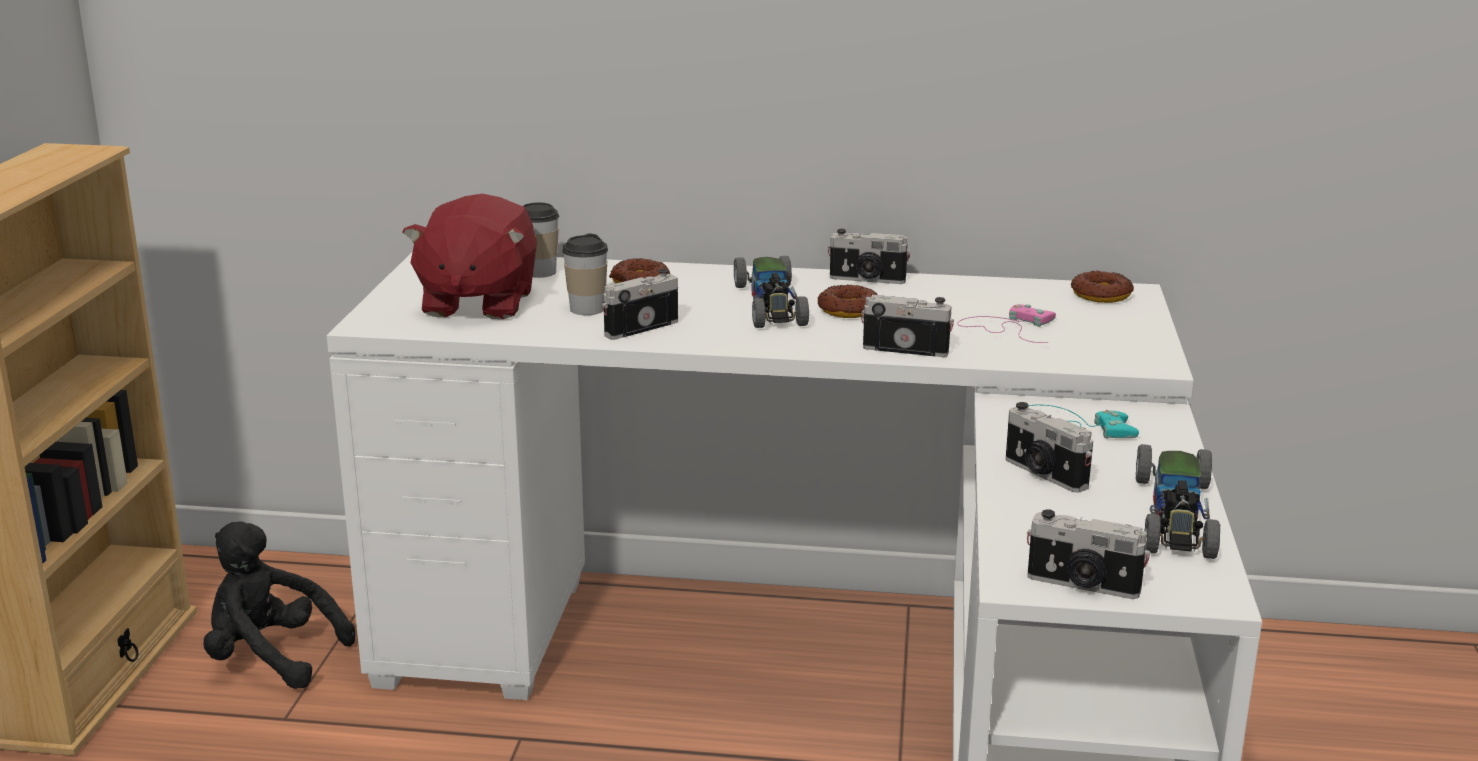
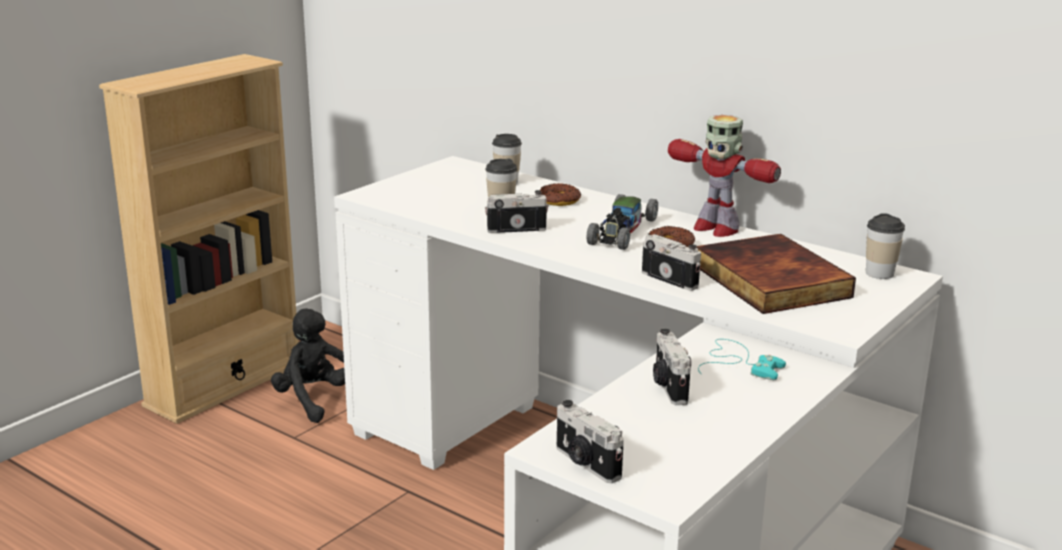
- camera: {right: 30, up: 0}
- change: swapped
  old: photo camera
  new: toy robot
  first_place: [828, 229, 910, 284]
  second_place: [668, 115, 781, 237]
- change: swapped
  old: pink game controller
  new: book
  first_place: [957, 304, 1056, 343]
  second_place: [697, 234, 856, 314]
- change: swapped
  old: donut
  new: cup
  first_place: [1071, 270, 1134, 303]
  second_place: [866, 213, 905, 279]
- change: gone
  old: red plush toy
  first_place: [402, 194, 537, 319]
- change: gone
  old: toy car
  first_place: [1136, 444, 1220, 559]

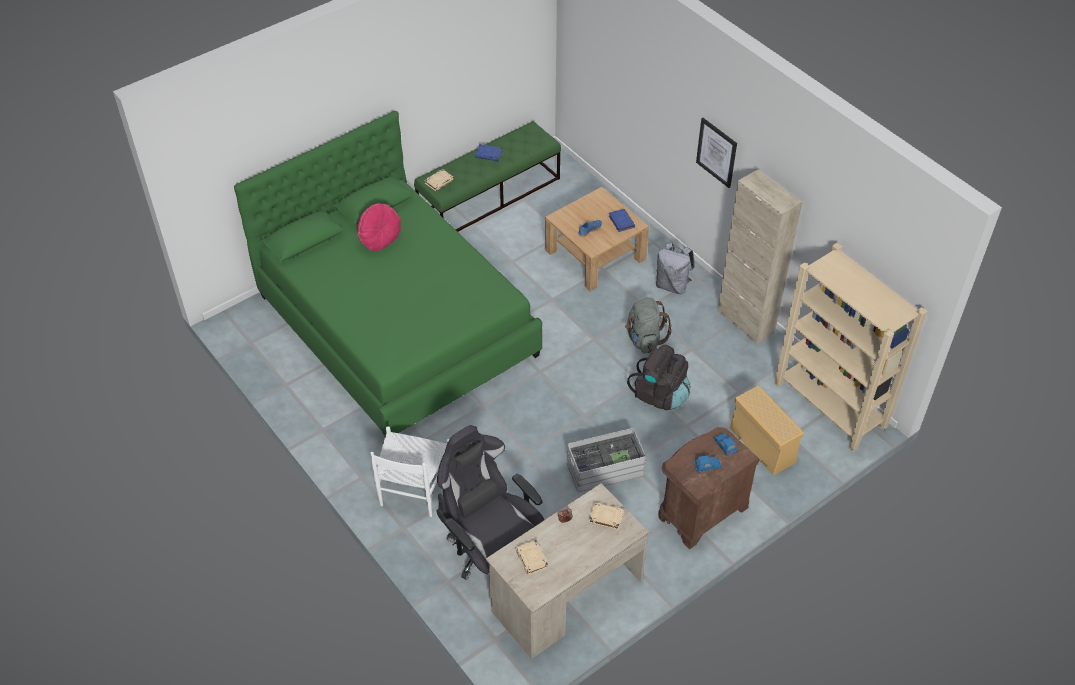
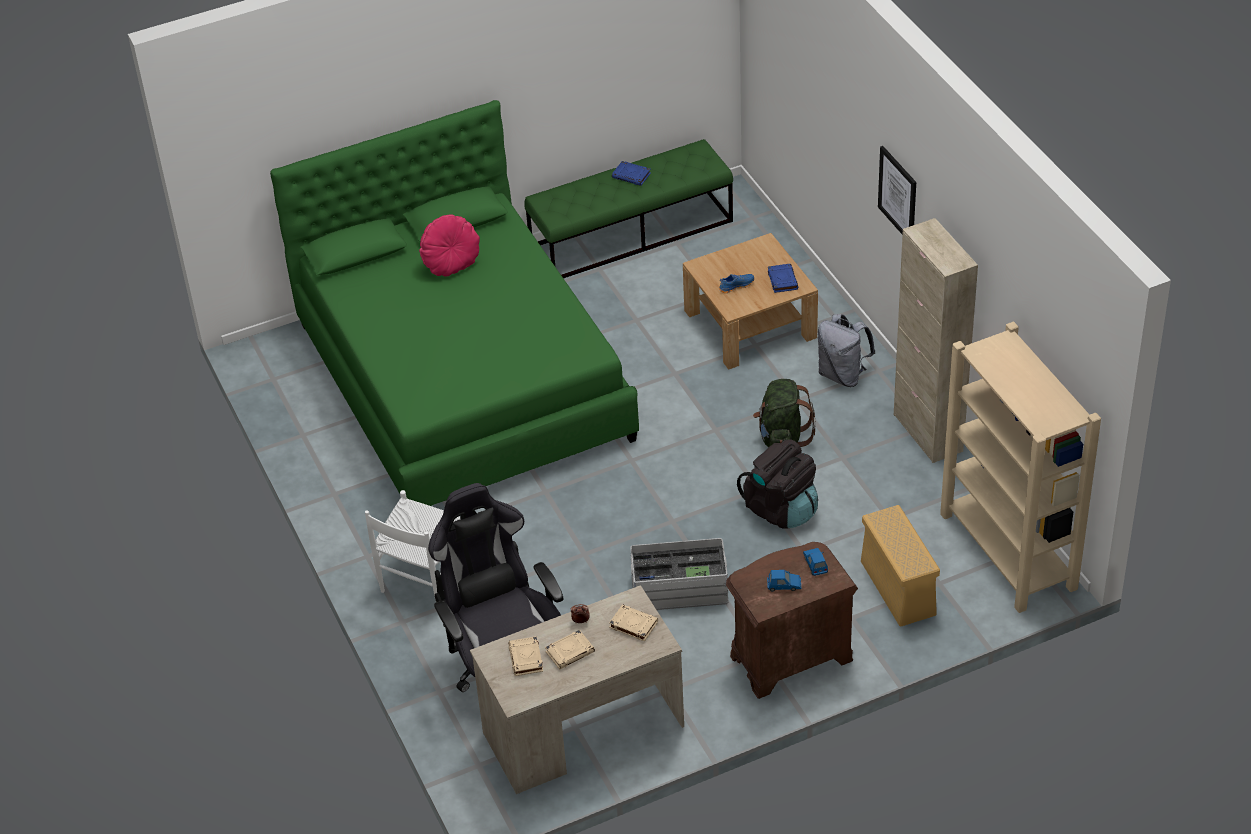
- camera: {right: 15, up: -5}
- change: shifted
  old: beige book
  first_place: [424, 169, 454, 191]
  second_place: [545, 630, 595, 669]
- change: repainted
  old: grey backpack
  new: green backpack
  first_place: [625, 297, 672, 354]
  second_place: [753, 379, 816, 447]

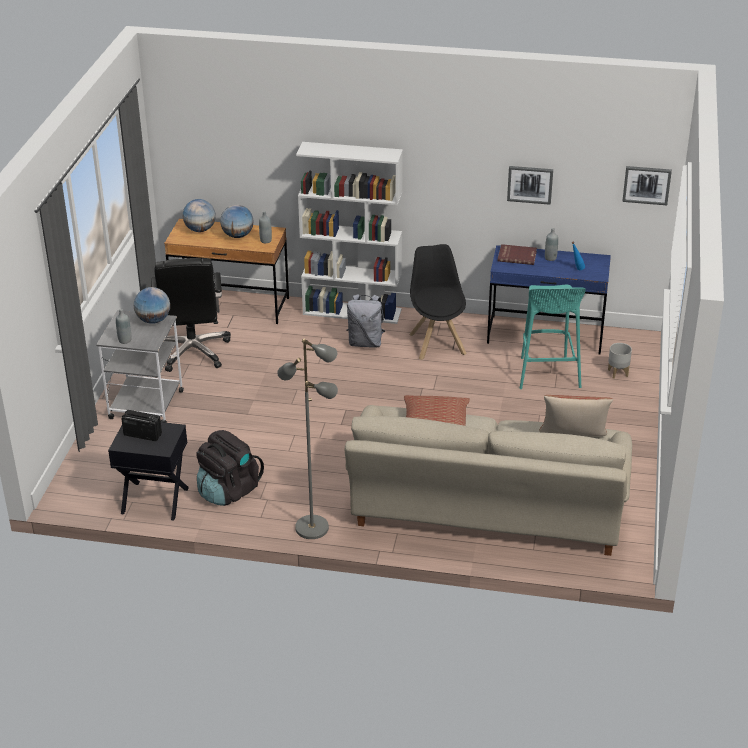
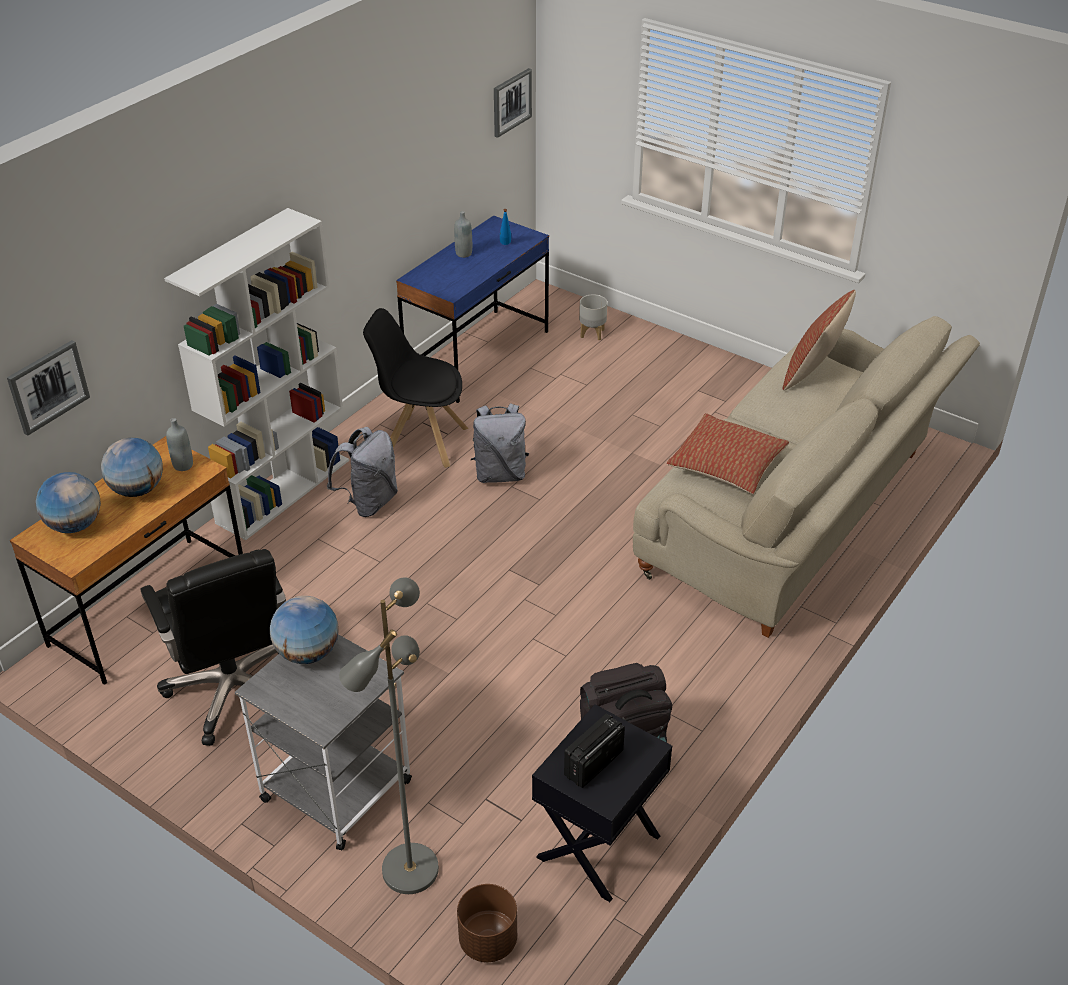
- camera: {right: -65, up: 5}
- change: shifted
  old: picture
  first_place: [507, 166, 553, 205]
  second_place: [7, 340, 90, 436]
- change: rotated
  old: black office chair
  first_place: [151, 258, 231, 372]
  second_place: [140, 549, 286, 746]
  degrees: 45
- change: shifted
  old: grey floor lamp
  first_place: [277, 339, 338, 539]
  second_place: [339, 577, 439, 894]
- change: new
  new: brown planter
  second_place: [457, 884, 517, 962]
- change: new
  new: grey backpack
  second_place: [471, 403, 529, 483]
- change: gone
  old: grey bottle
  first_place: [116, 309, 131, 344]
- change: gone
  old: red book
  first_place: [498, 244, 537, 265]
- change: gone
  old: turquoise stool
  first_place: [519, 285, 586, 389]

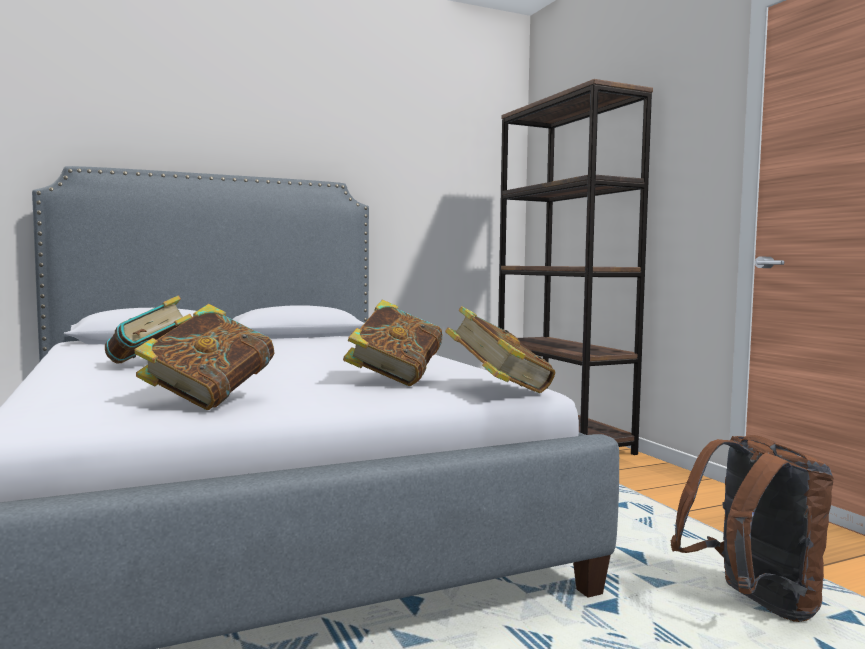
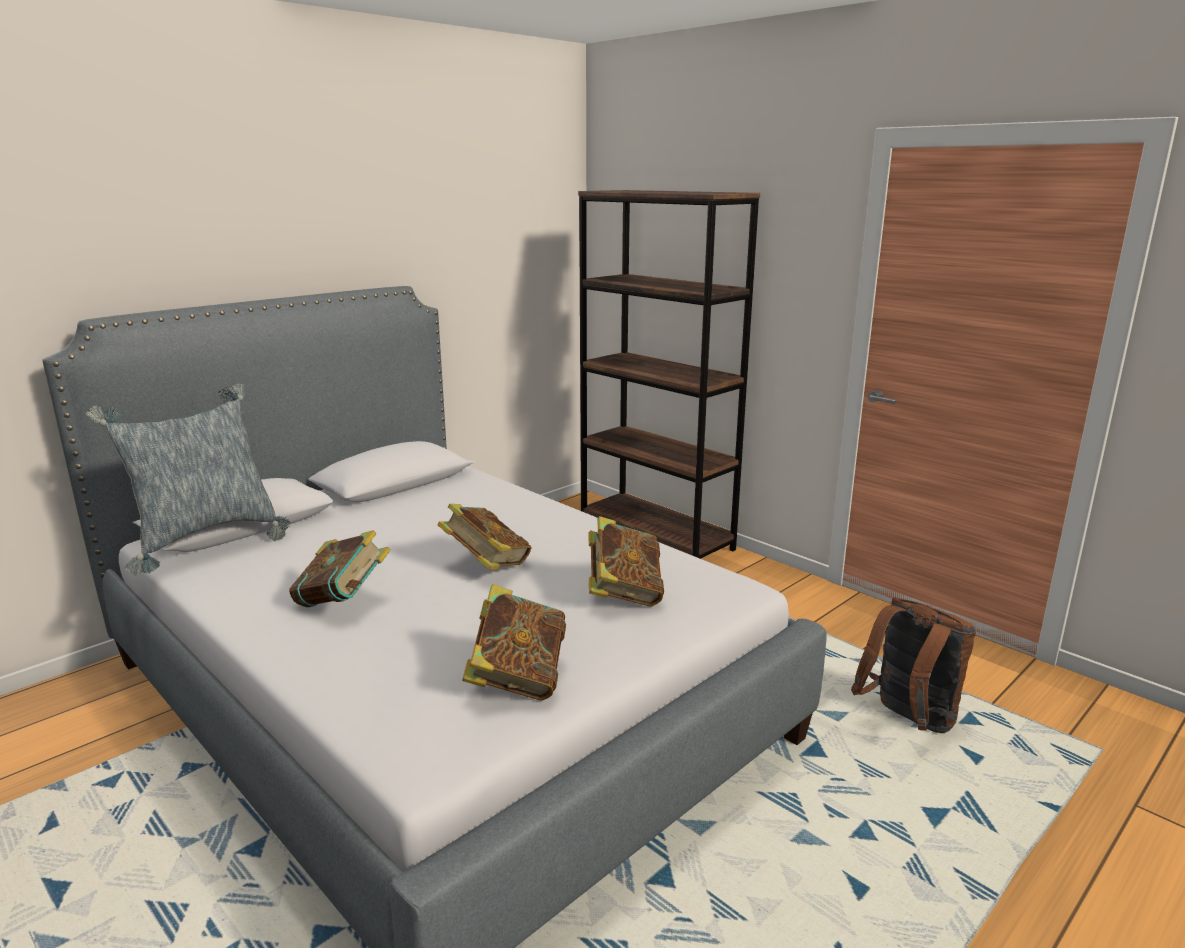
- camera: {right: -20, up: 15}
- change: new
  new: pillow
  second_place: [86, 384, 291, 576]
- change: shifted
  old: book
  first_place: [445, 306, 555, 393]
  second_place: [437, 504, 532, 570]

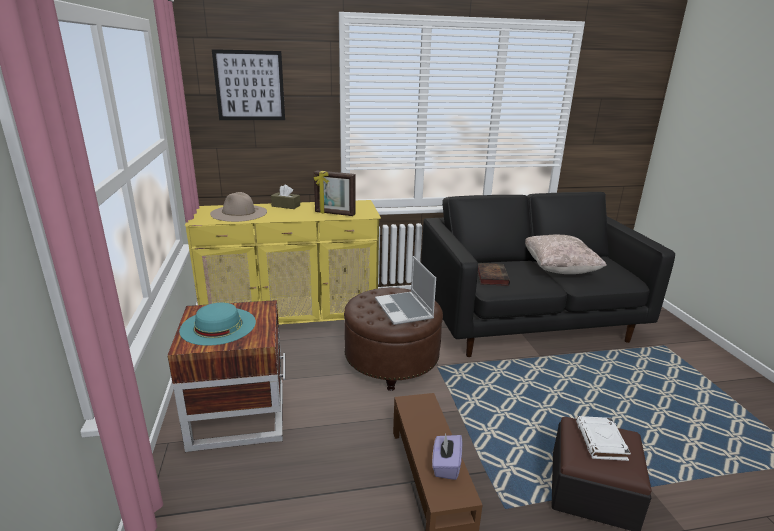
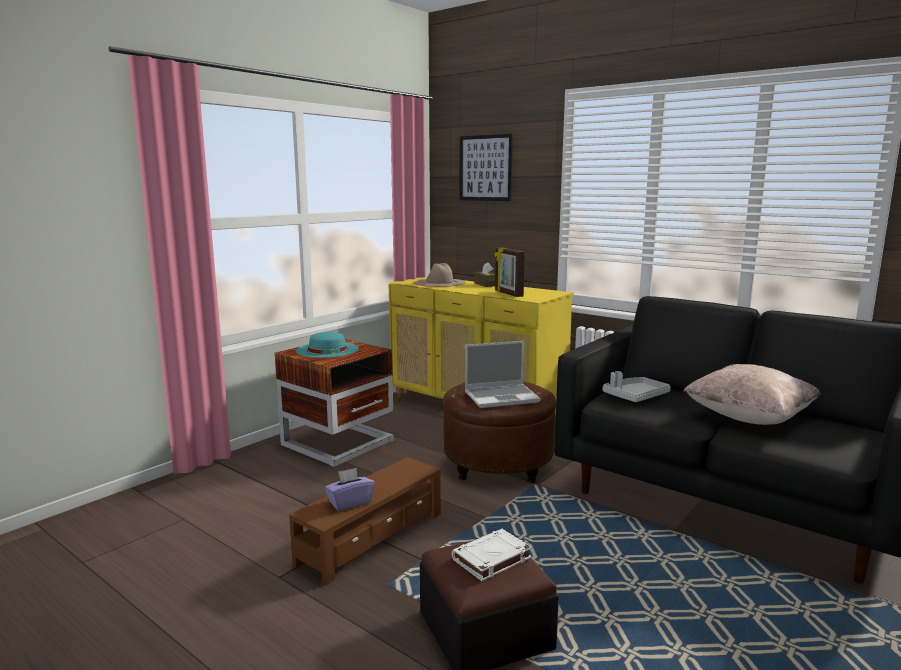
- camera: {right: 50, up: -10}
- change: rotated
  old: laptop
  first_place: [375, 256, 436, 325]
  second_place: [465, 341, 541, 408]
  degrees: -135
- change: swapped
  old: book
  new: grey tray
  first_place: [478, 263, 510, 286]
  second_place: [603, 371, 671, 402]

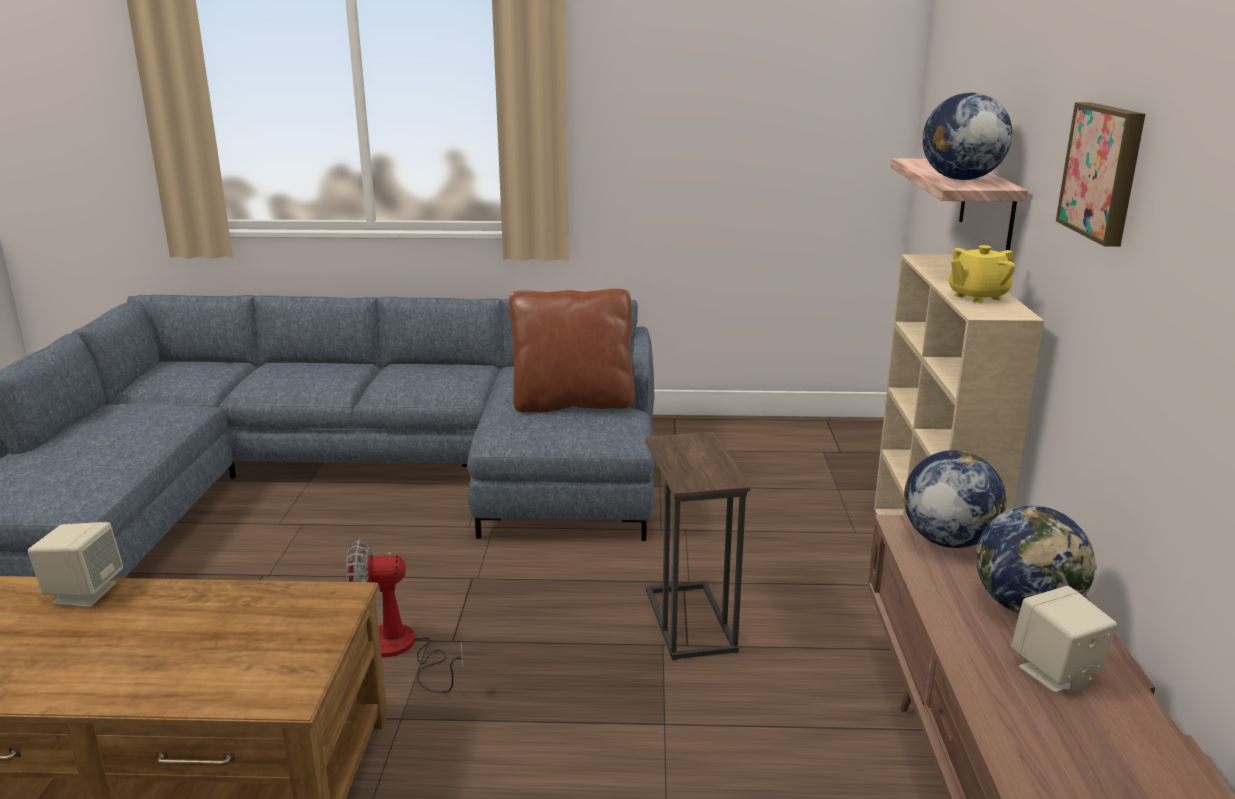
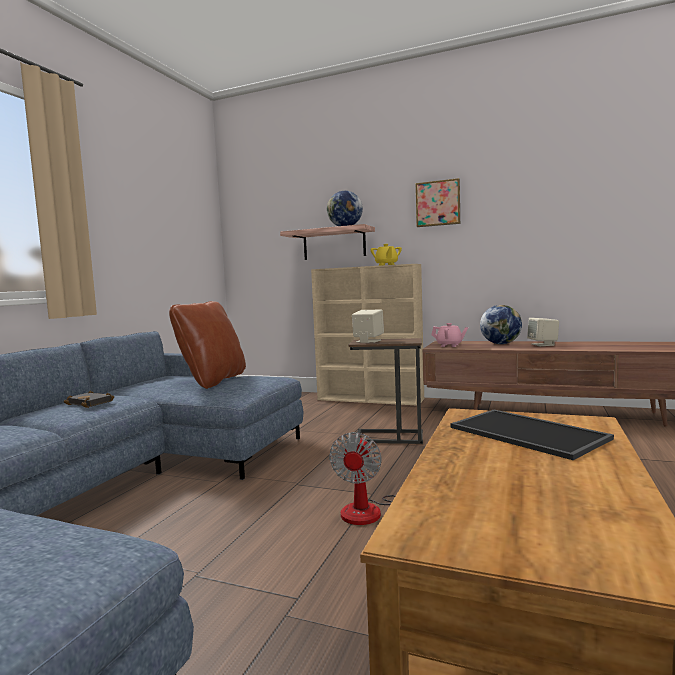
- camera: {right: -70, up: -15}
- change: new
  new: black book
  second_place: [64, 391, 114, 408]
- change: shifted
  old: beige speaker
  first_place: [28, 522, 123, 608]
  second_place: [352, 310, 384, 343]
- change: swapped
  old: globe
  new: pink teapot
  first_place: [904, 450, 1007, 548]
  second_place: [431, 323, 468, 347]
- change: new
  new: tray
  second_place: [450, 410, 614, 460]

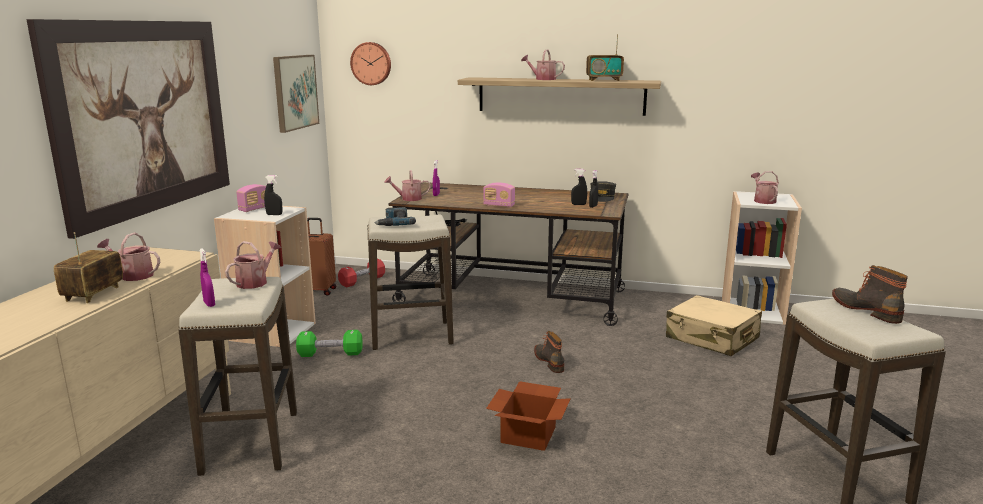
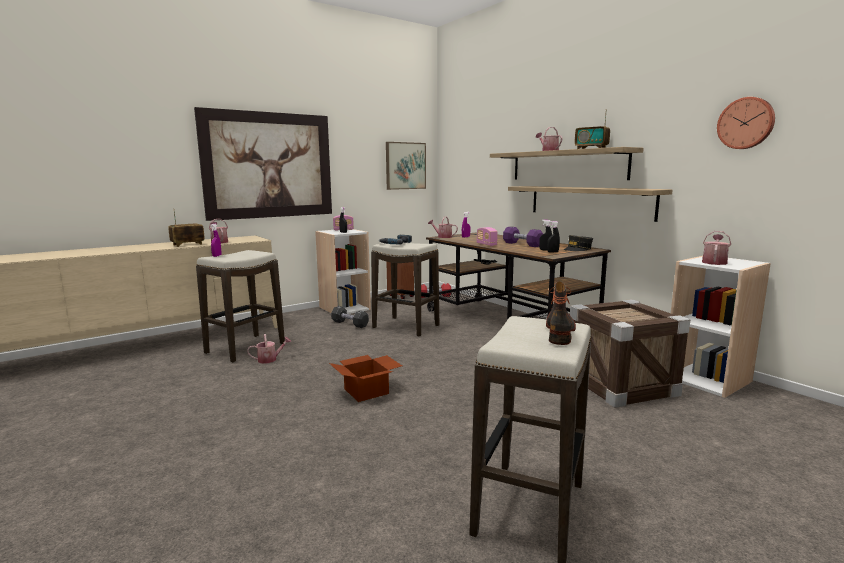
- camera: {right: 40, up: -5}
- change: shifted
  old: watering can
  first_place: [225, 241, 281, 289]
  second_place: [247, 334, 291, 364]
- change: repainted
  old: green dumbbell
  new: black dumbbell
  first_place: [296, 330, 363, 357]
  second_place: [331, 306, 369, 328]
- change: new
  new: purple dumbbell
  second_place: [503, 227, 543, 247]
- change: new
  new: shelf
  second_place: [508, 186, 673, 222]
- change: swapped
  old: beige suitcase
  new: crate
  first_place: [666, 295, 762, 356]
  second_place: [570, 299, 690, 408]
- change: shifted
  old: wall clock
  first_place: [350, 42, 391, 85]
  second_place: [717, 97, 775, 149]
- change: gone
  old: boot
  first_place: [534, 331, 564, 373]

